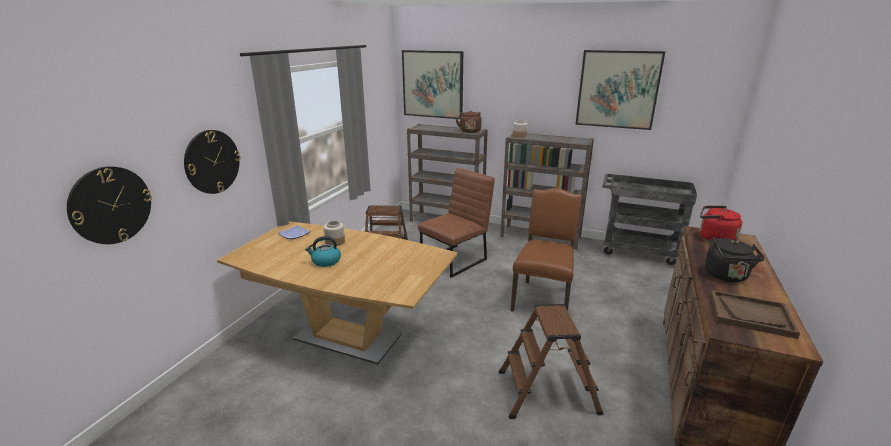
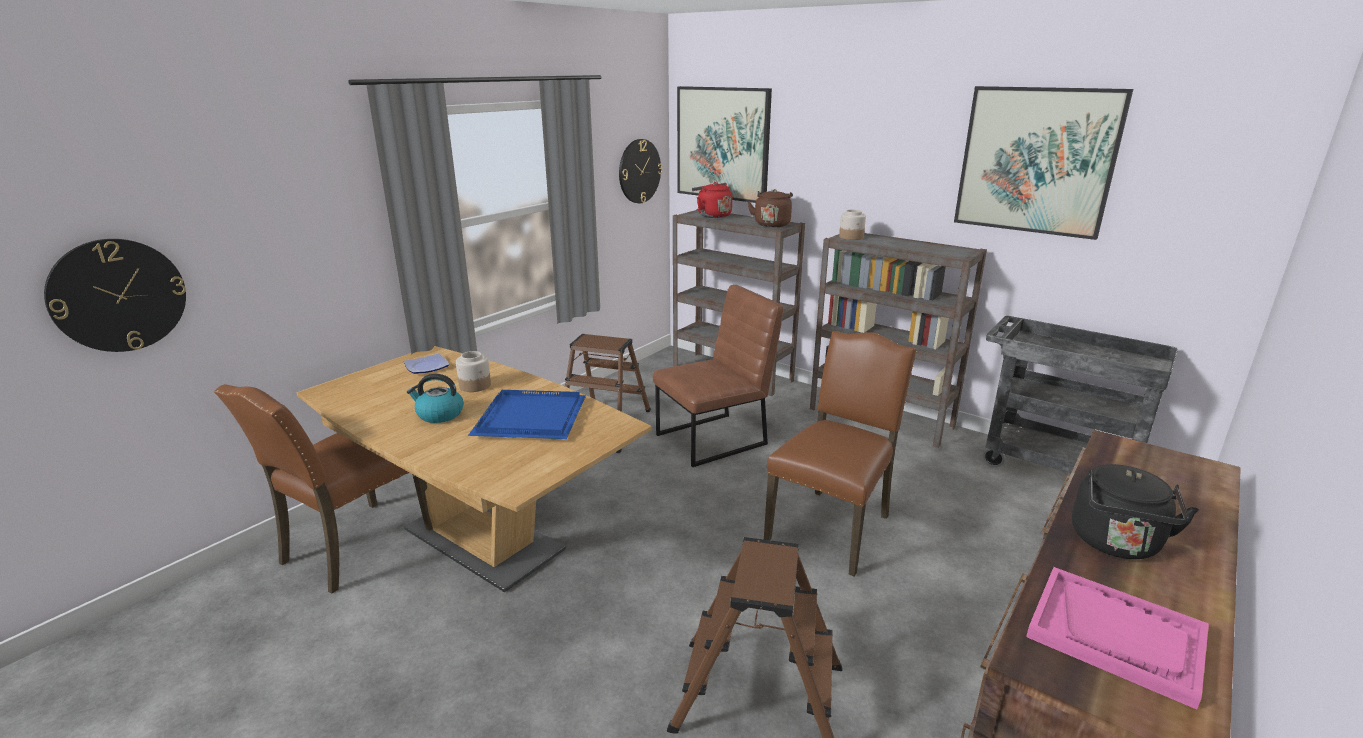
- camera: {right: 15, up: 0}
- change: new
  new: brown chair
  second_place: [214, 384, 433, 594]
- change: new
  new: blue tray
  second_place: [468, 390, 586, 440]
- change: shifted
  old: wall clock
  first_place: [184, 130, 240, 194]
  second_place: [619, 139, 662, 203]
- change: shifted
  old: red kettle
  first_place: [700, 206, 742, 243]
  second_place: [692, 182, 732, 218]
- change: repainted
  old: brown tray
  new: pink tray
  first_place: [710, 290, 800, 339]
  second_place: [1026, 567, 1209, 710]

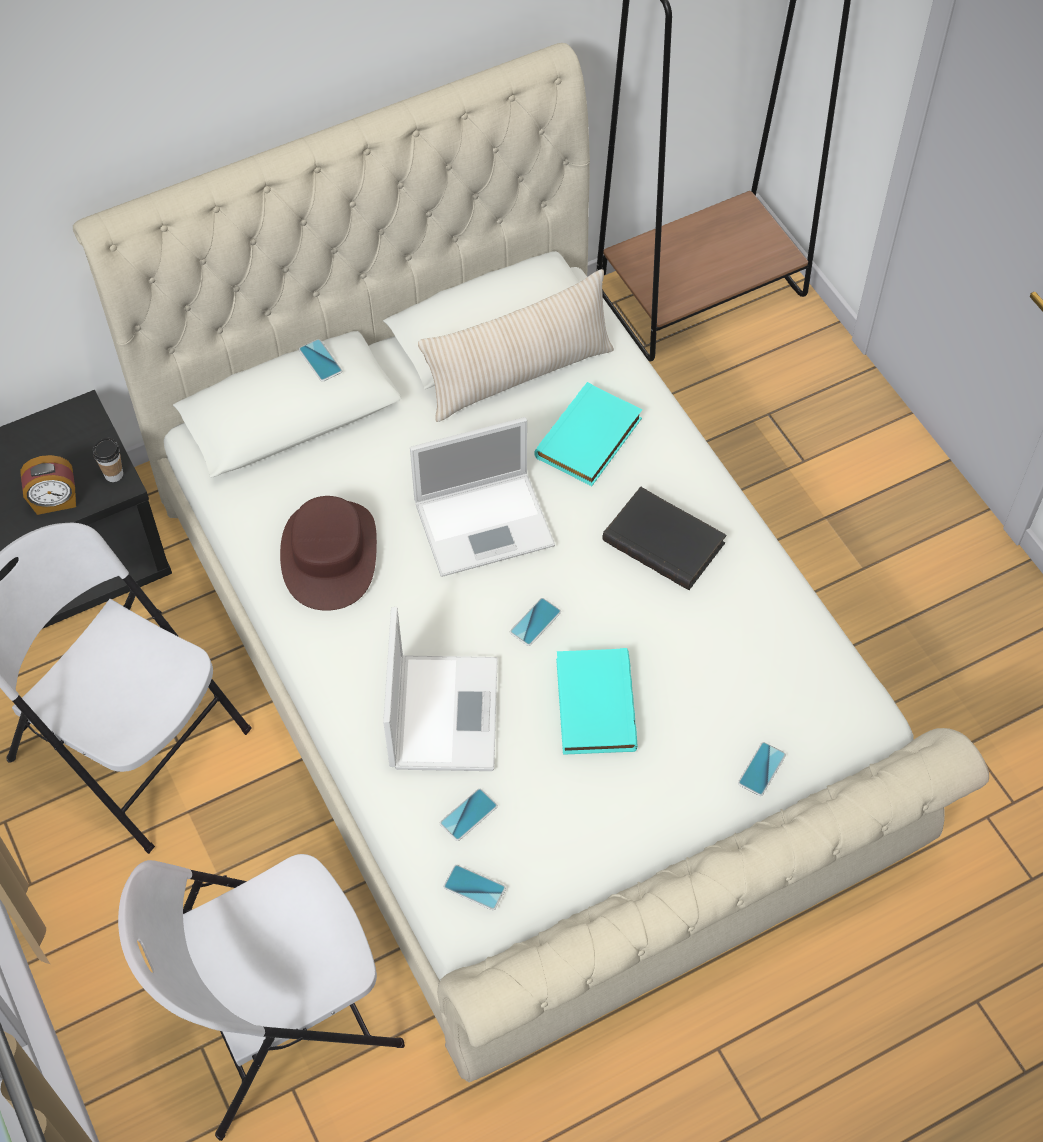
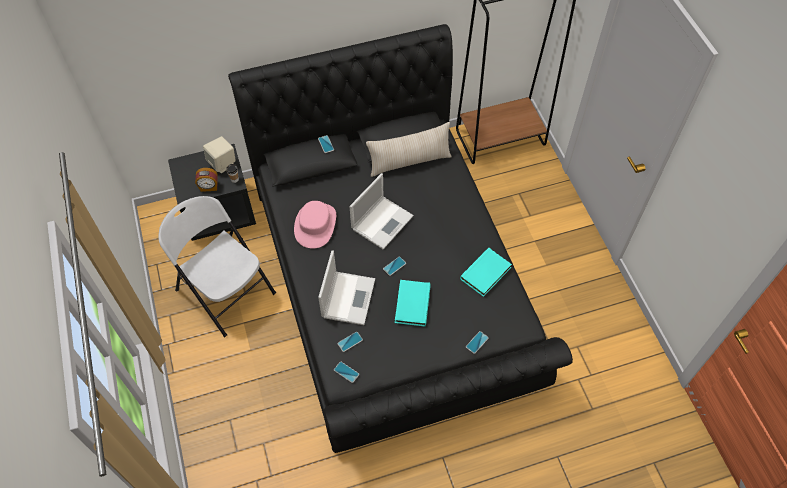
- camera: {right: 10, up: 0}
- change: new
  new: beige speaker
  second_place: [203, 136, 236, 173]
- change: repainted
  old: beige bed
  new: black bed
  first_place: [73, 43, 989, 1082]
  second_place: [228, 24, 573, 453]
- change: repainted
  old: brown hat
  new: pink hat
  first_place: [280, 496, 377, 611]
  second_place: [294, 201, 336, 249]
- change: rotated
  old: laptop
  first_place: [410, 417, 555, 577]
  second_place: [349, 173, 414, 249]
  degrees: -45
- change: shifted
  old: turquoise book
  first_place: [534, 382, 643, 486]
  second_place: [460, 248, 512, 297]
- change: gone
  old: white chair
  first_place: [118, 854, 405, 1141]
- change: gone
  old: black book
  first_place: [602, 487, 726, 590]

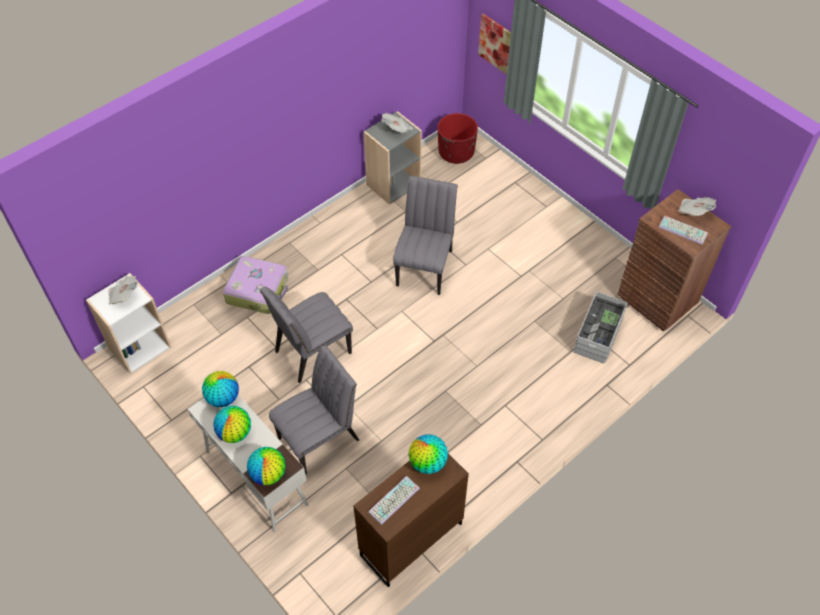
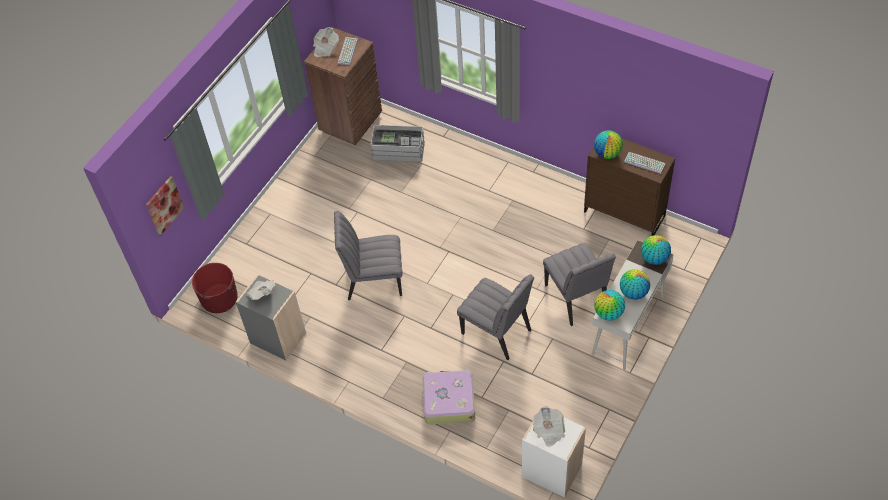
- camera: {right: -105, up: 0}
- change: rotated
  old: grey chair
  first_place: [269, 345, 359, 475]
  second_place: [543, 243, 616, 326]
  degrees: -150

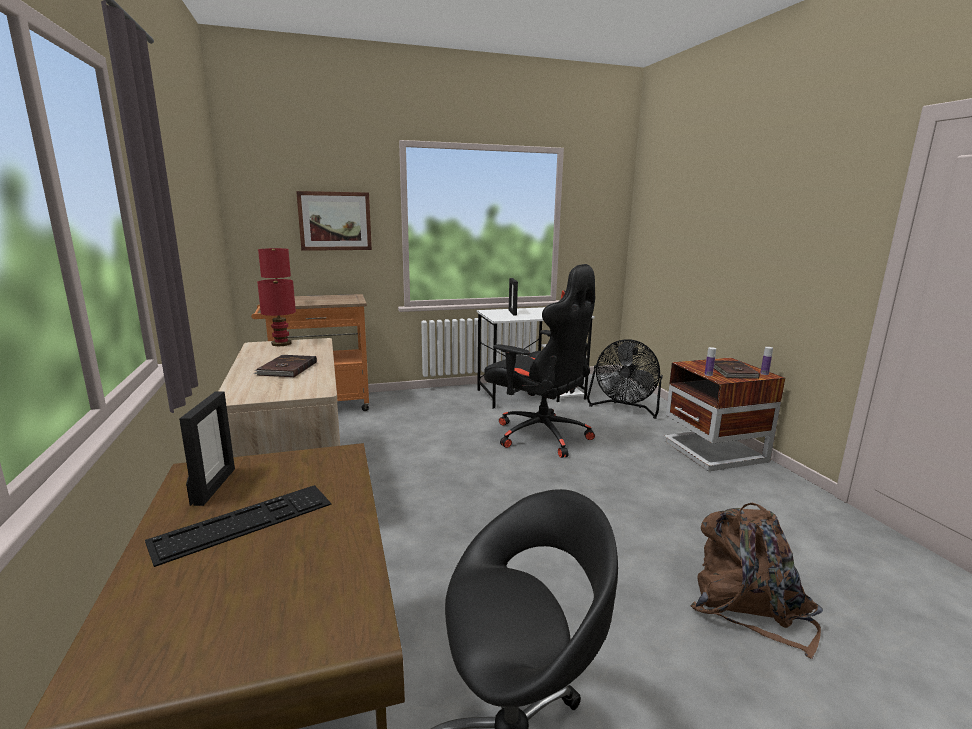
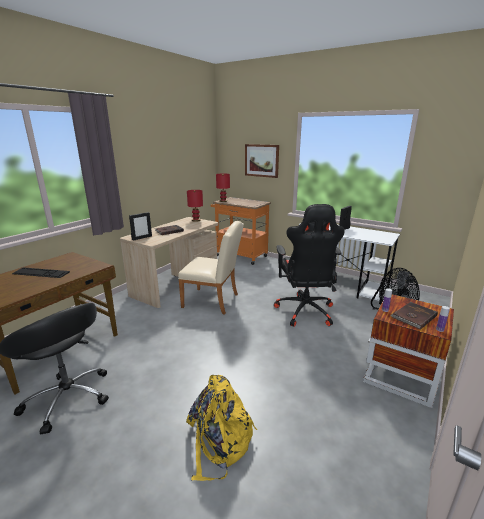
- camera: {right: 50, up: 5}
- change: shifted
  old: picture frame
  first_place: [179, 391, 235, 506]
  second_place: [129, 212, 152, 241]
- change: new
  new: beige chair
  second_place: [178, 221, 244, 315]
- change: repainted
  old: brown backpack
  new: yellow backpack
  first_place: [691, 503, 823, 659]
  second_place: [186, 375, 257, 481]

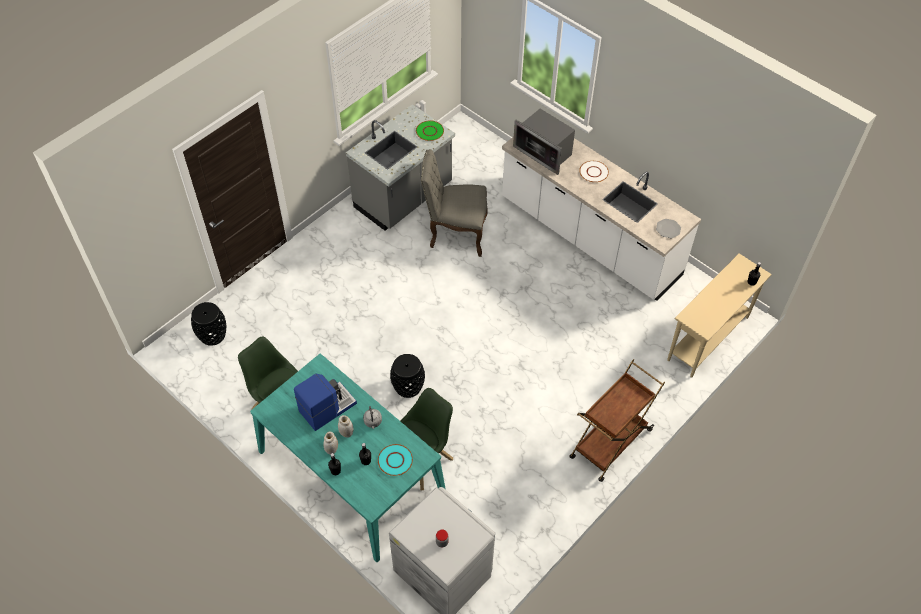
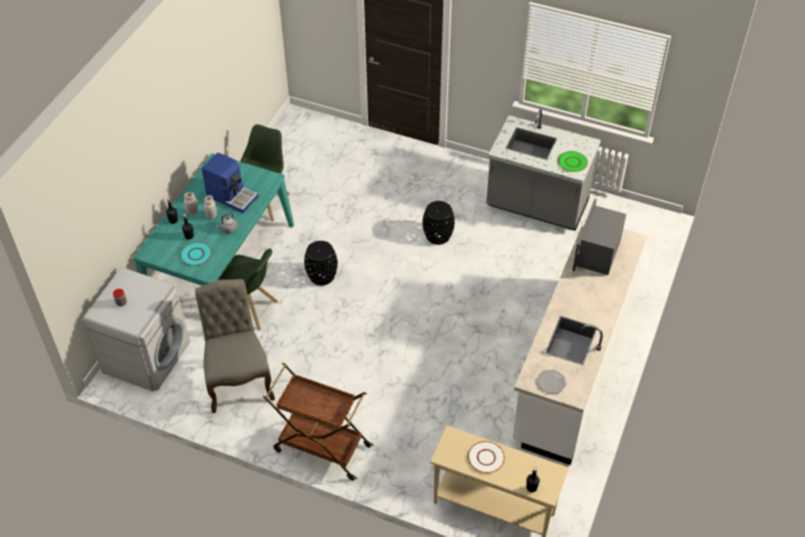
- camera: {right: 70, up: -5}
- change: shifted
  old: grey chair
  first_place: [421, 149, 488, 257]
  second_place: [195, 279, 275, 413]
- change: shifted
  old: black stool
  first_place: [191, 302, 226, 346]
  second_place: [423, 201, 455, 245]
- change: shifted
  old: white plate
  first_place: [579, 161, 609, 182]
  second_place: [468, 441, 505, 473]

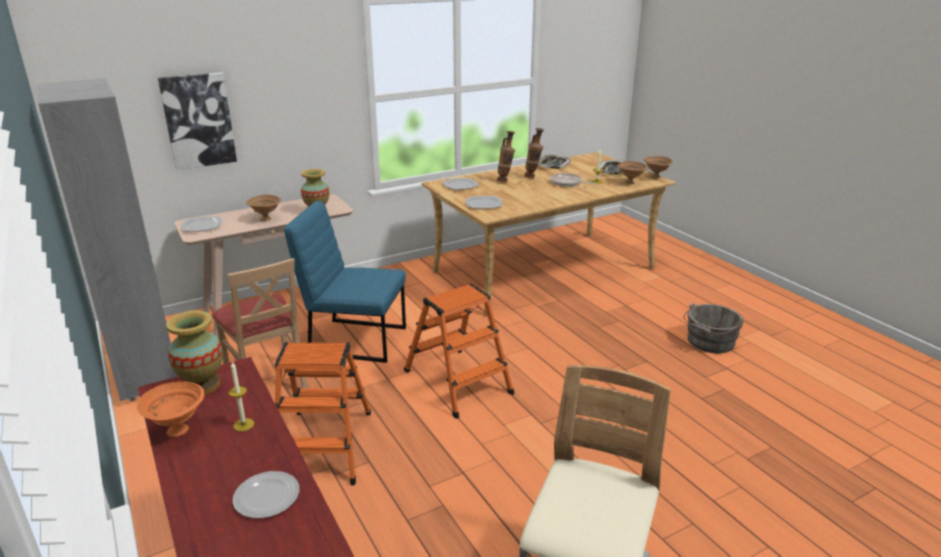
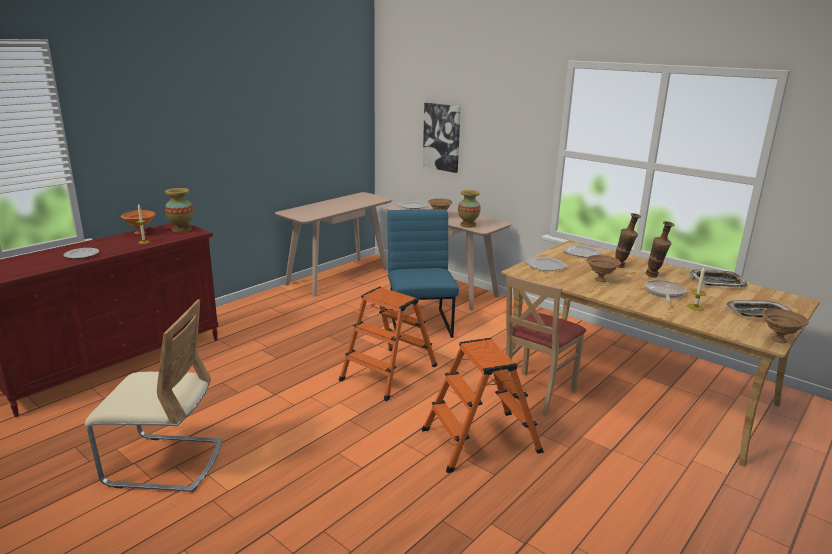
- camera: {right: 70, up: -5}
- change: swapped
  old: grey cabinet
  new: beige console table
  first_place: [38, 78, 178, 401]
  second_place: [275, 192, 393, 297]
- change: shifted
  old: orange step ladder
  first_place: [275, 342, 371, 485]
  second_place: [422, 338, 544, 473]
- change: shifted
  old: beige chair
  first_place: [212, 258, 308, 388]
  second_place: [499, 274, 586, 416]
- change: shifted
  old: brown bowl
  first_place: [617, 161, 647, 184]
  second_place: [586, 255, 621, 282]
- change: gone
  old: grey bucket
  first_place: [684, 303, 744, 353]

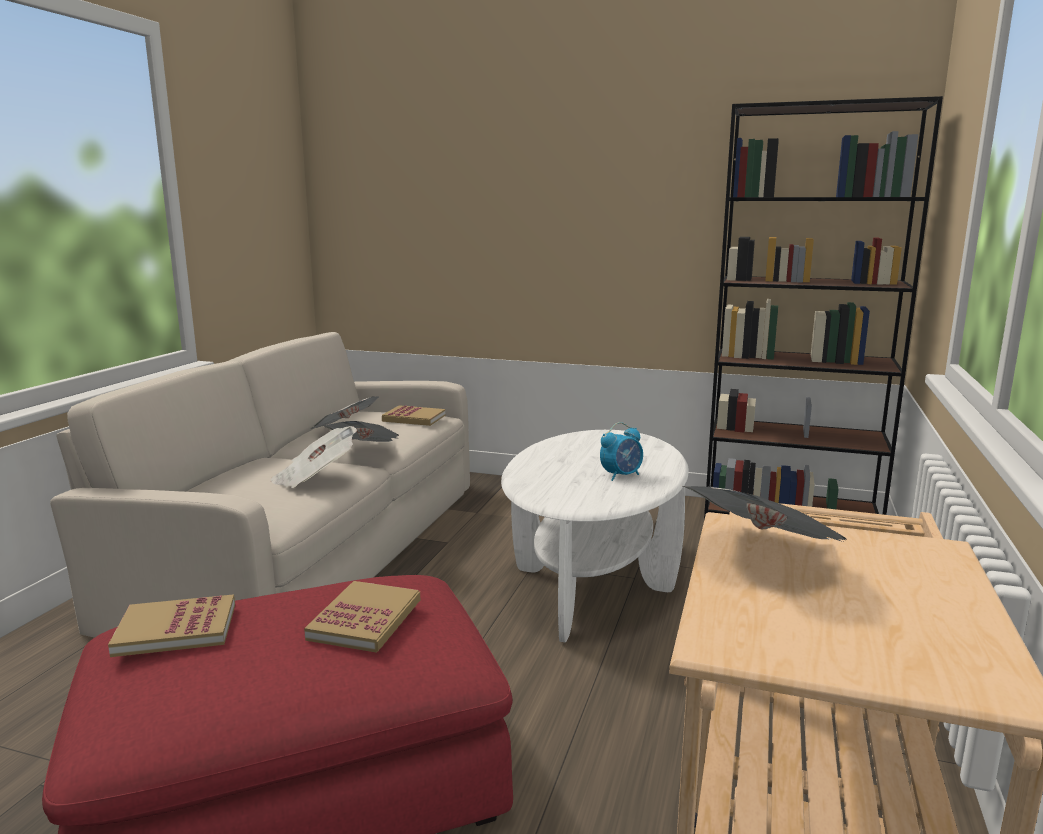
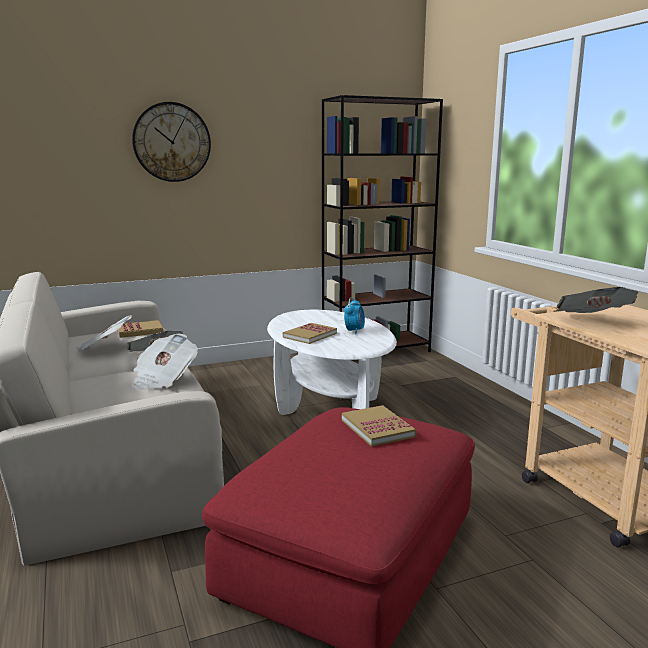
- camera: {right: -40, up: 0}
- change: new
  new: wall clock
  second_place: [132, 102, 211, 182]
- change: shifted
  old: book
  first_place: [108, 594, 235, 657]
  second_place: [283, 323, 337, 344]

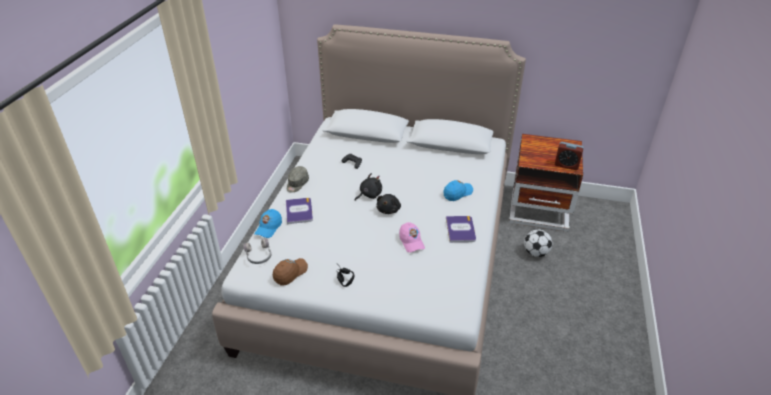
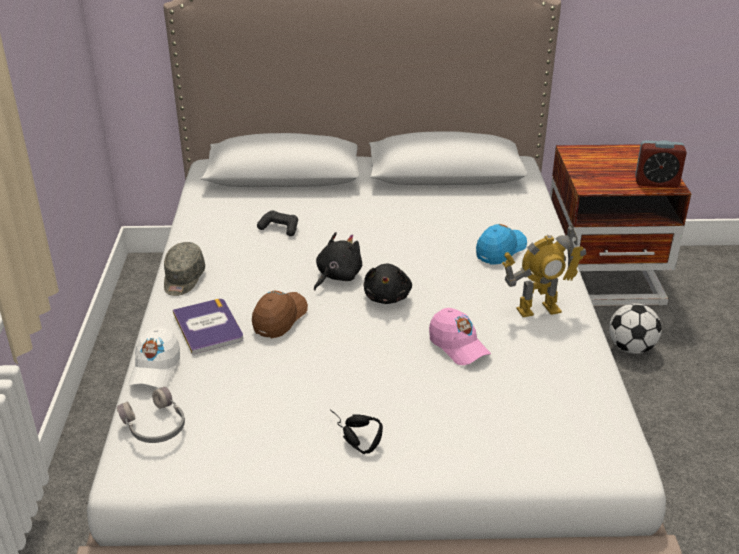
- camera: {right: -15, up: -5}
- change: repainted
  old: blue cap
  new: white cap
  first_place: [254, 209, 282, 238]
  second_place: [128, 327, 180, 388]
- change: shifted
  old: brown cap
  first_place: [273, 258, 308, 286]
  second_place: [252, 290, 308, 338]
- change: swapped
  old: book
  new: toy robot
  first_place: [446, 216, 476, 242]
  second_place: [502, 225, 586, 317]

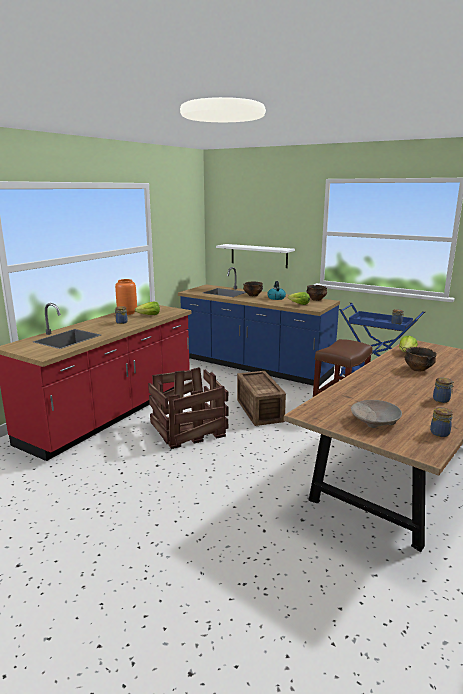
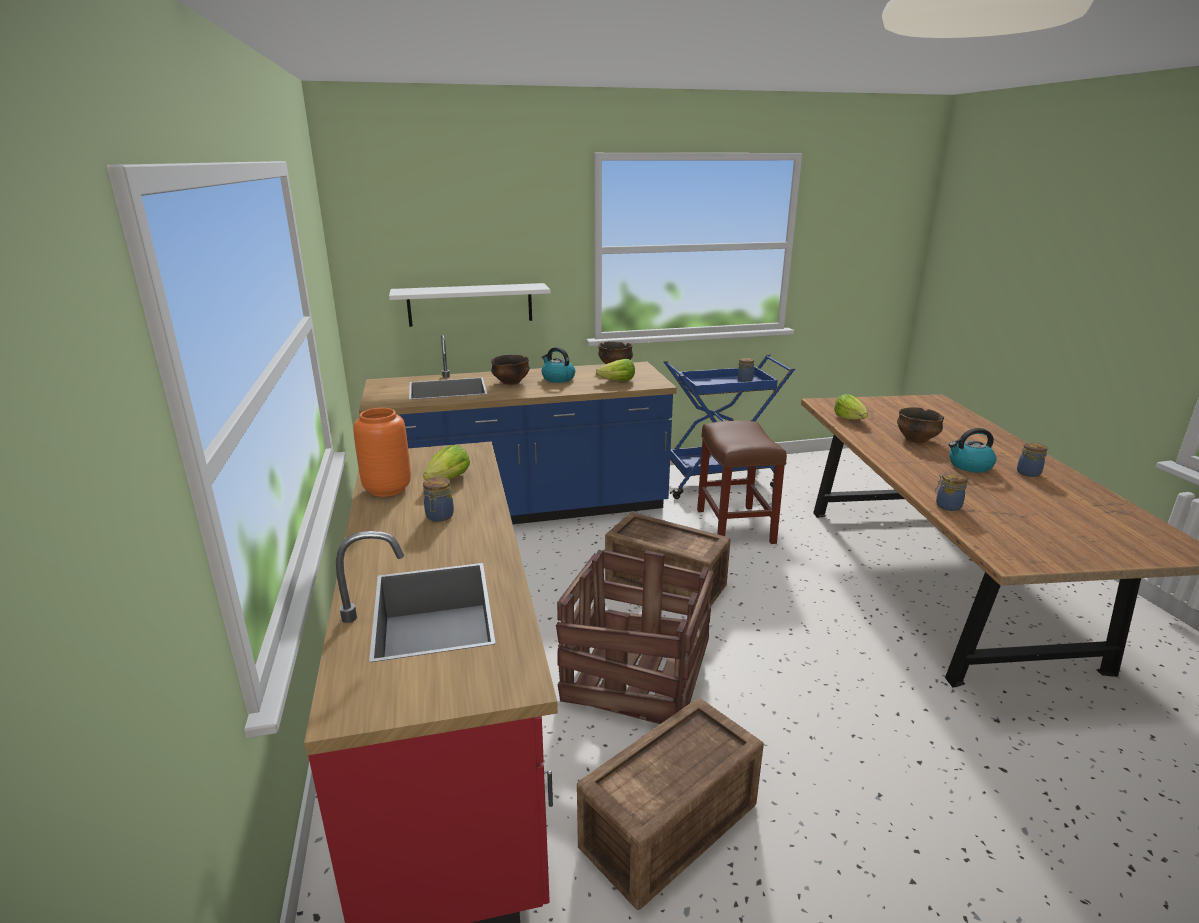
- camera: {right: -45, up: 5}
- change: new
  new: crate
  second_place: [577, 698, 764, 910]
- change: shifted
  old: jar
  first_place: [430, 407, 453, 437]
  second_place: [935, 472, 968, 511]
- change: new
  new: kettle
  second_place: [949, 428, 997, 473]
- change: gone
  old: beige bowl
  first_place: [351, 400, 402, 428]

